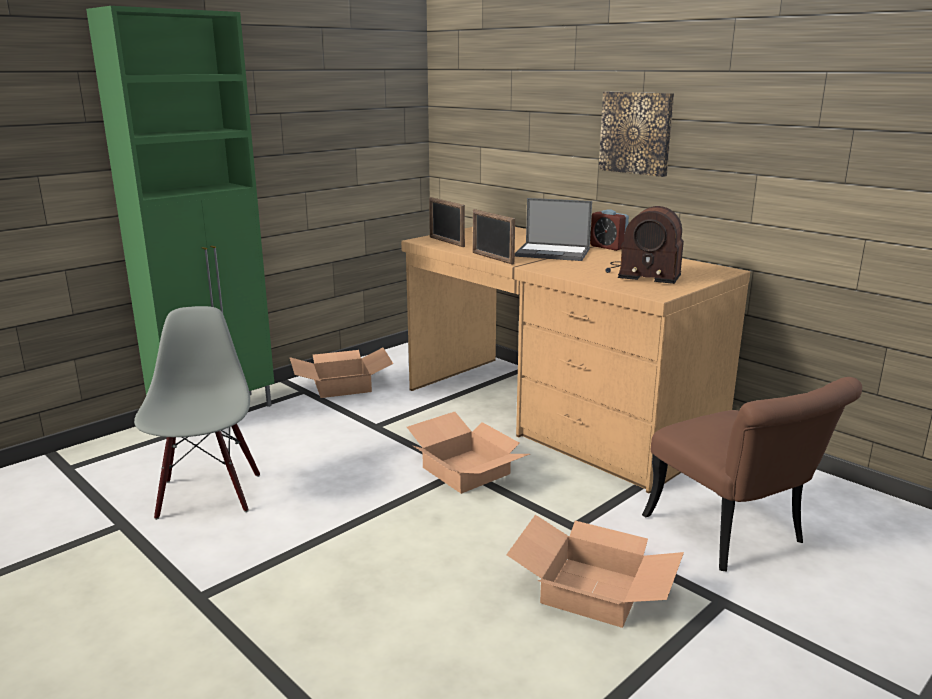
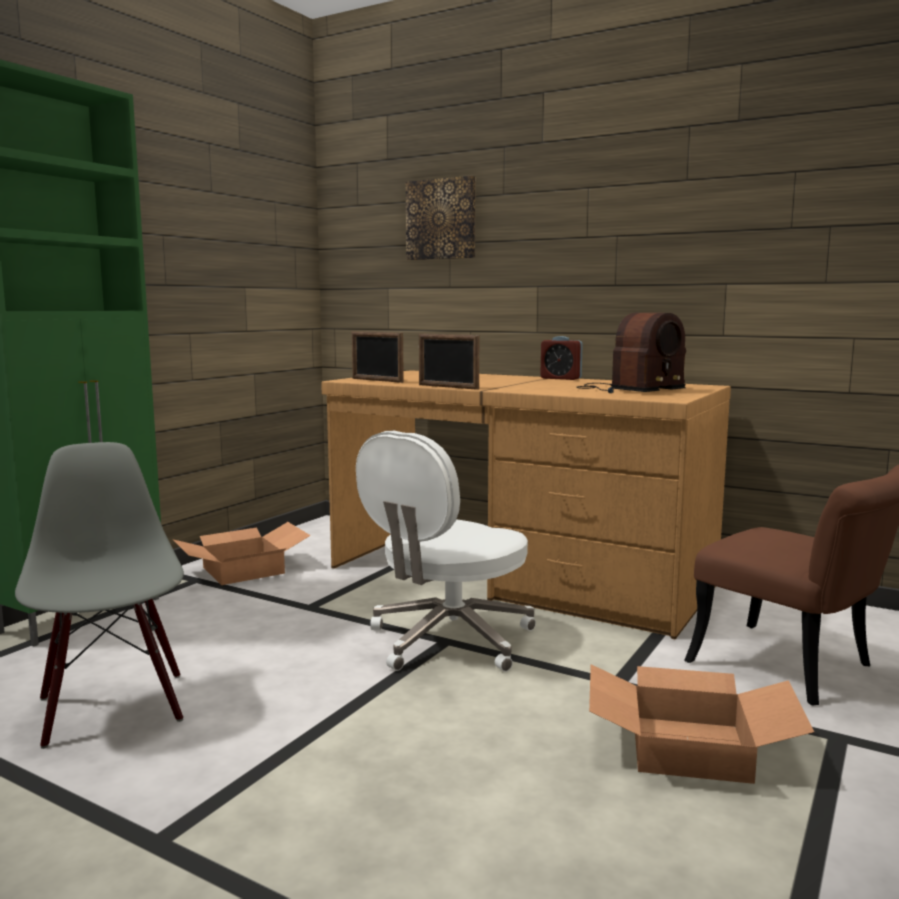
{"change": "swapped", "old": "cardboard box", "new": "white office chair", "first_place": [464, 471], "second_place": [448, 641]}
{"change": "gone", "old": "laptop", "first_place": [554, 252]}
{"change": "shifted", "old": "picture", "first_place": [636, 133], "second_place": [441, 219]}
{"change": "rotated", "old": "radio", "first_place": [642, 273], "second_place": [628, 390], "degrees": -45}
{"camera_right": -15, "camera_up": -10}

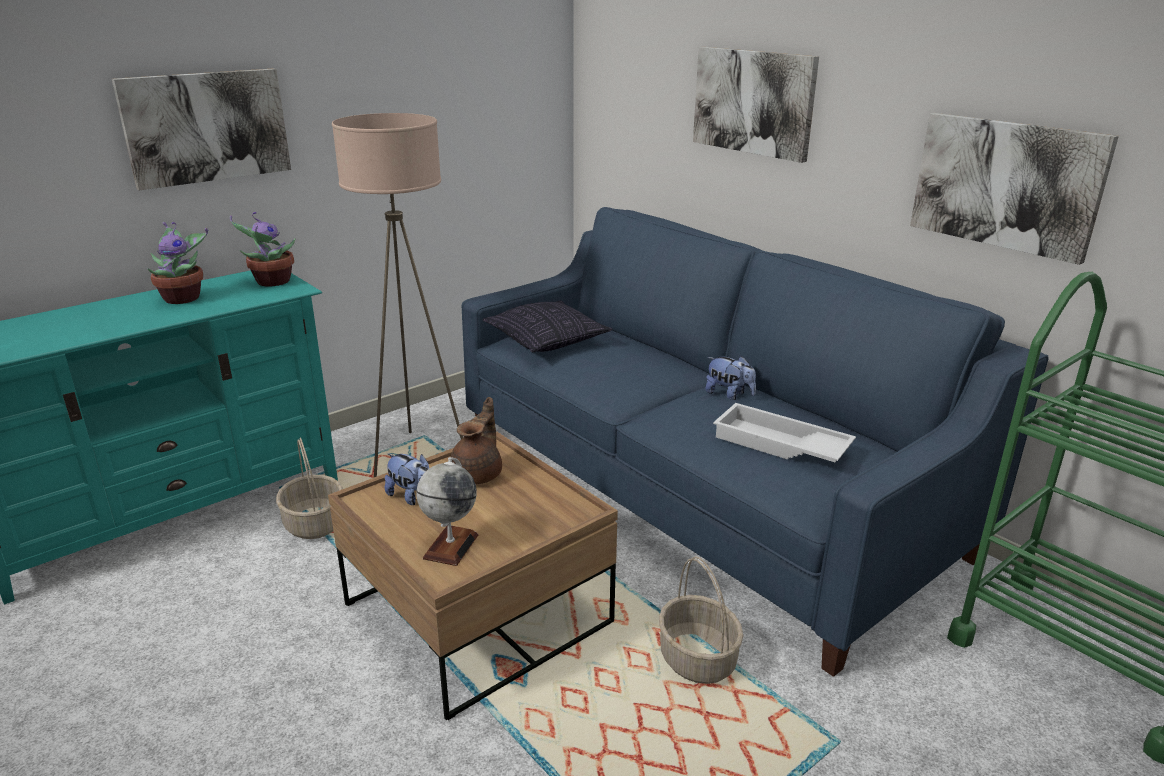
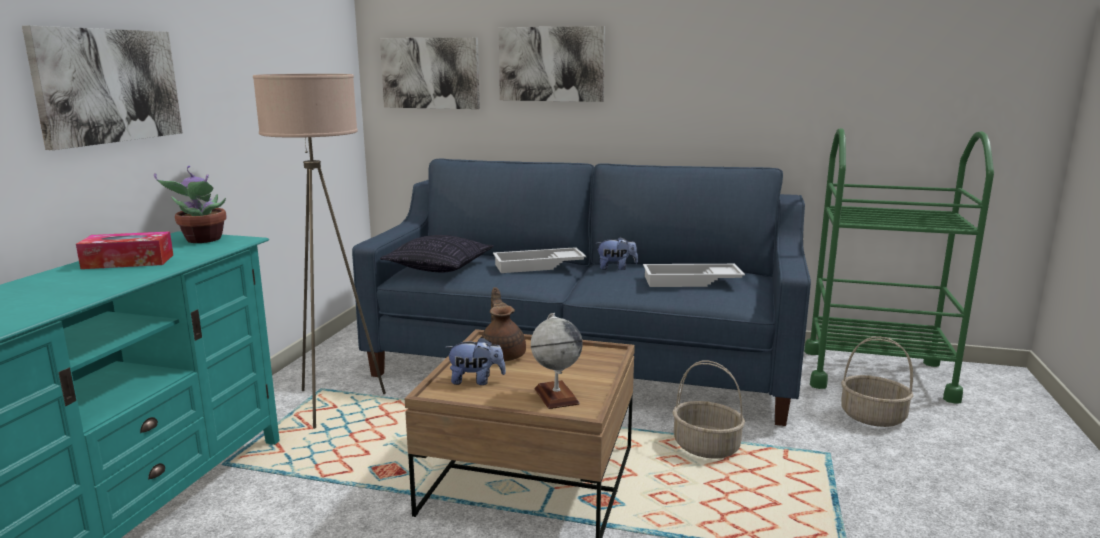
{"change": "swapped", "old": "potted plant", "new": "tissue box", "first_place": [184, 298], "second_place": [128, 262]}
{"change": "shifted", "old": "basket", "first_place": [315, 524], "second_place": [873, 417]}
{"change": "shifted", "old": "picture", "first_place": [1006, 184], "second_place": [430, 73]}
{"change": "new", "new": "white tray", "second_place": [538, 266]}
{"camera_right": -35, "camera_up": -10}

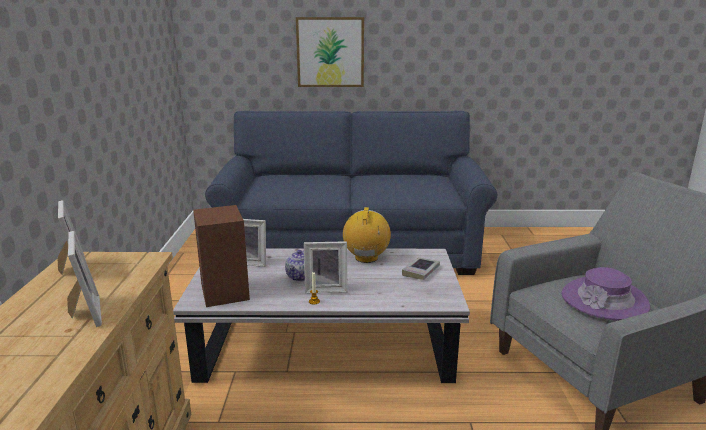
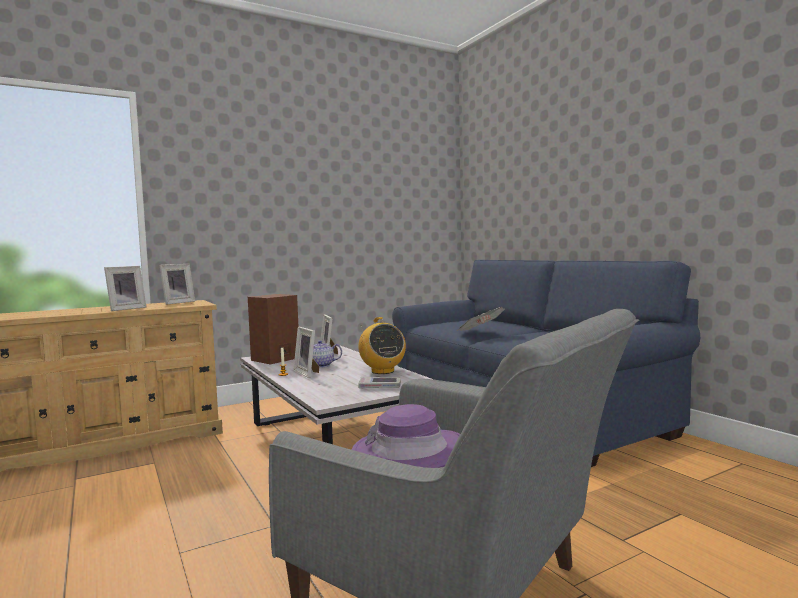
{"change": "gone", "old": "picture", "first_place": [330, 52]}
{"change": "rotated", "old": "radio", "first_place": [366, 258], "second_place": [382, 371], "degrees": 90}
{"change": "new", "new": "newspaper", "second_place": [480, 333]}
{"camera_right": 60, "camera_up": -15}

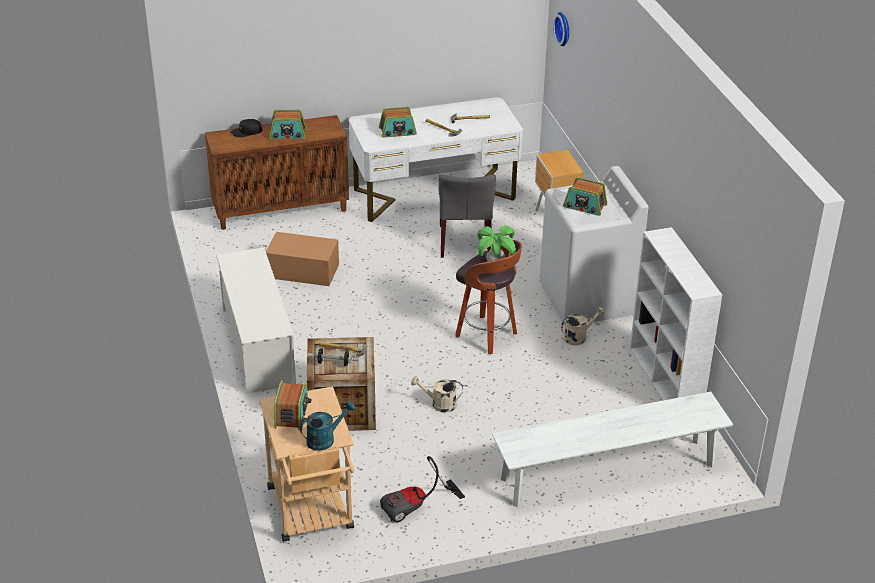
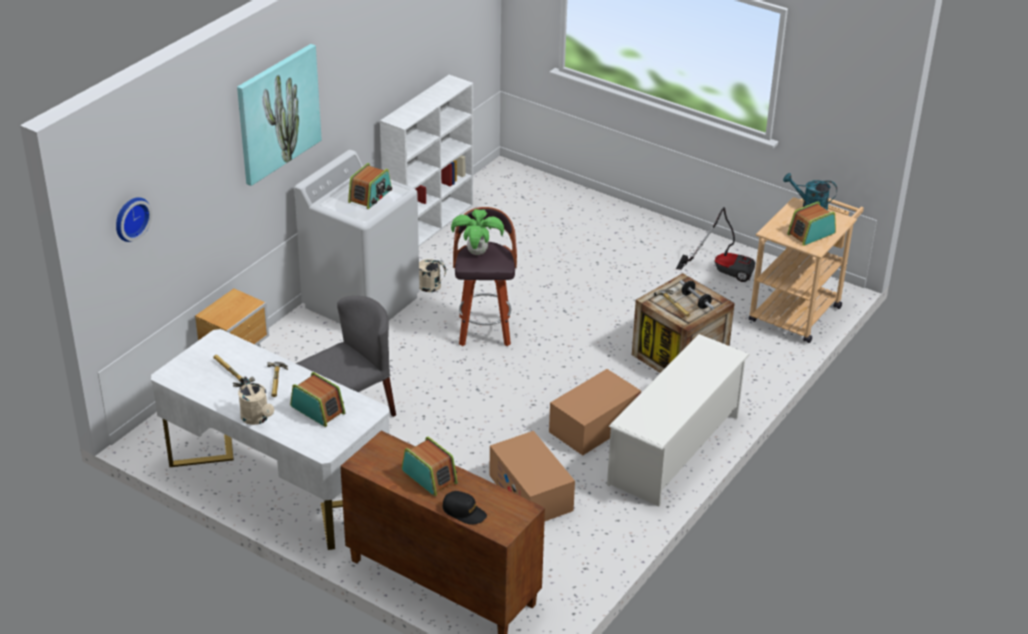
{"change": "shifted", "old": "beige watering can", "first_place": [439, 404], "second_place": [257, 418]}
{"change": "gone", "old": "white bench", "first_place": [608, 472]}
{"change": "rotated", "old": "radio", "first_place": [584, 206], "second_place": [370, 196], "degrees": 45}
{"change": "new", "new": "picture", "second_place": [277, 113]}
{"change": "new", "new": "cardboard box", "second_place": [594, 426]}
{"camera_right": -130, "camera_up": 0}

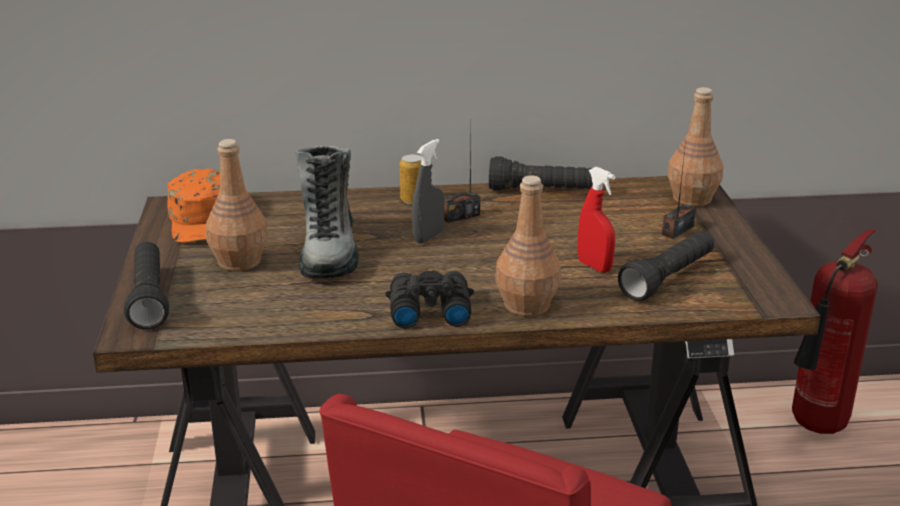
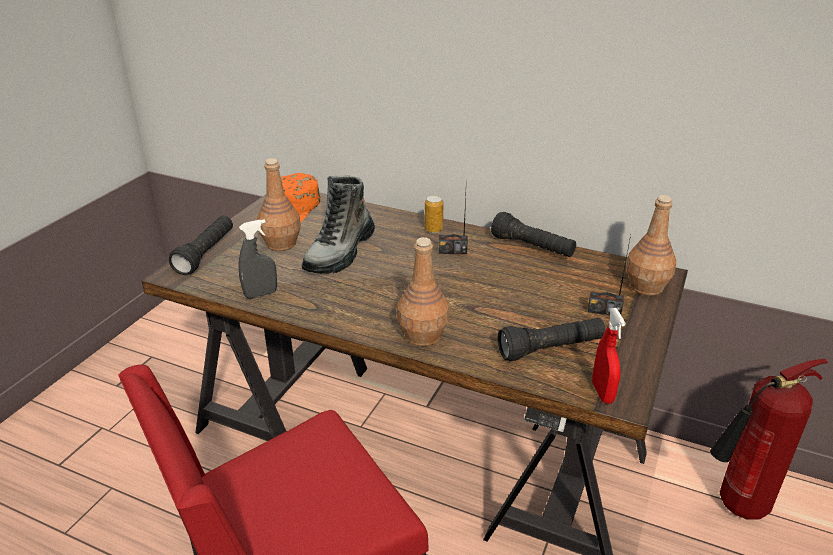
{"change": "gone", "old": "black binoculars", "first_place": [428, 310]}
{"change": "shifted", "old": "grey spray bottle", "first_place": [428, 237], "second_place": [261, 294]}
{"change": "shifted", "old": "red spray bottle", "first_place": [594, 266], "second_place": [602, 393]}
{"change": "rotated", "old": "radio", "first_place": [678, 231], "second_place": [604, 311], "degrees": -150}
{"camera_right": 30, "camera_up": 5}

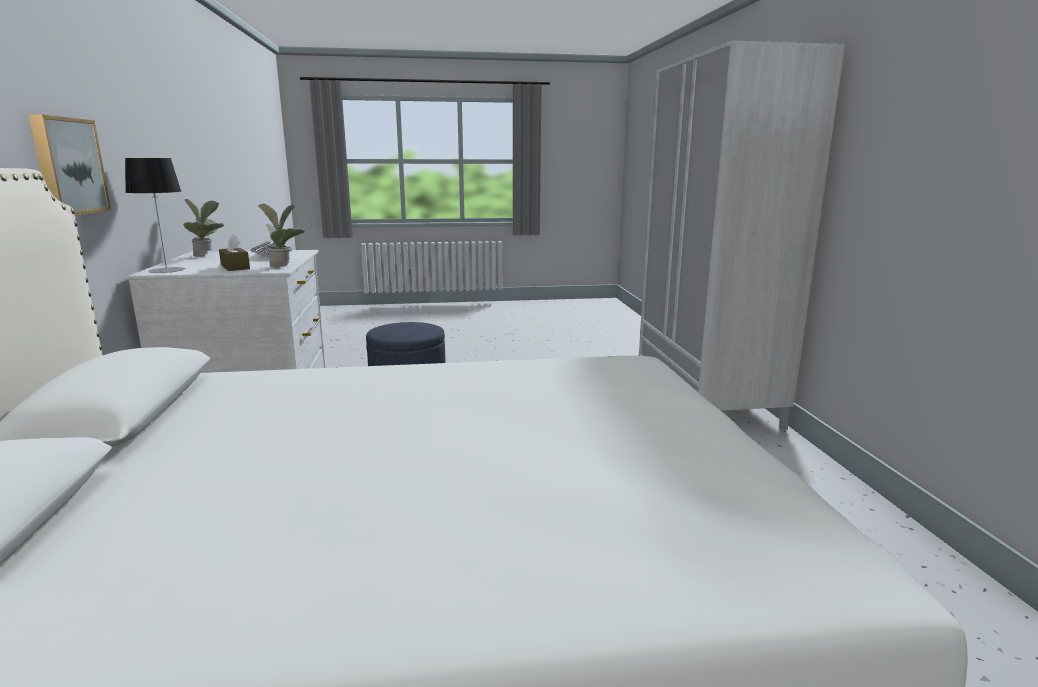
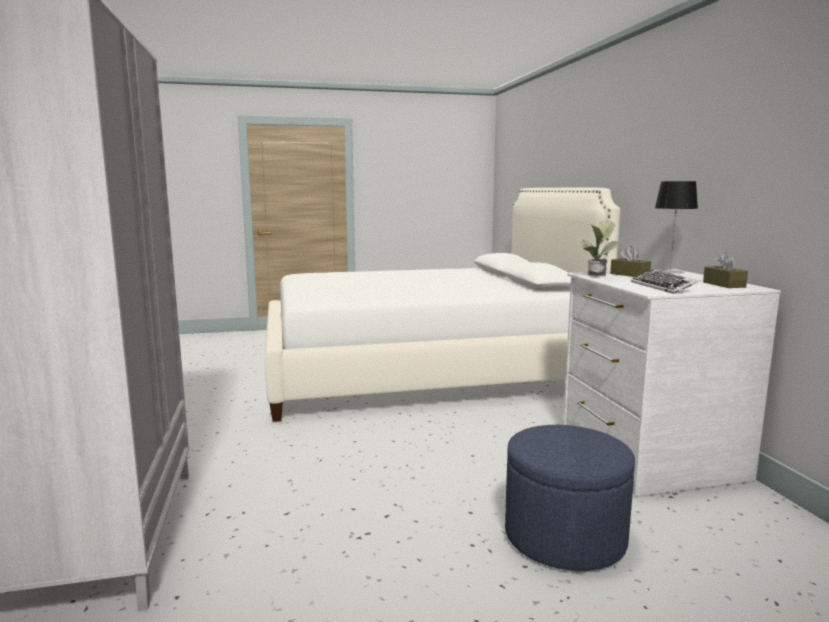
{"change": "gone", "old": "picture", "first_place": [67, 166]}
{"change": "swapped", "old": "potted plant", "new": "brown tissue box", "first_place": [208, 255], "second_place": [724, 284]}
{"camera_right": 175, "camera_up": -5}

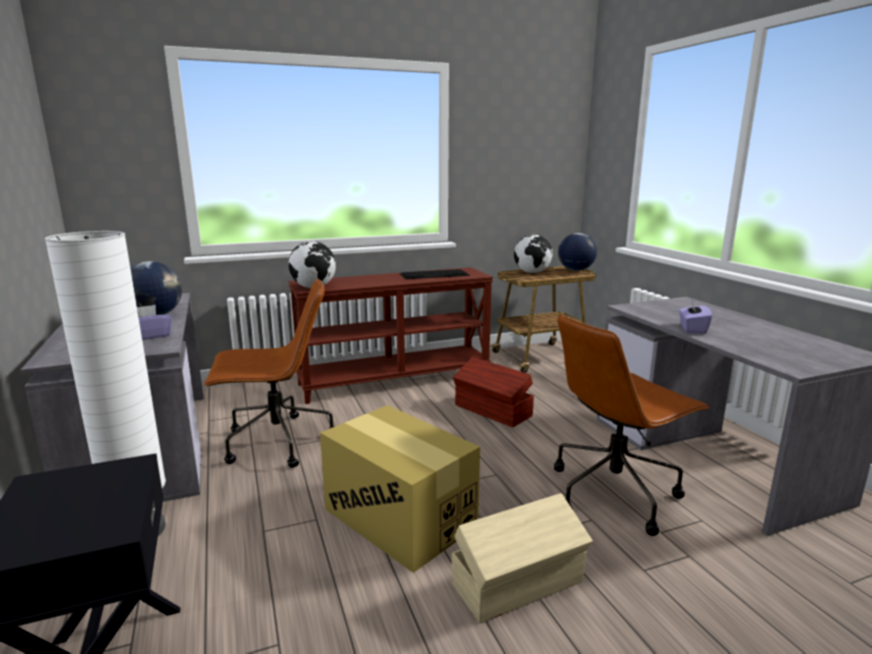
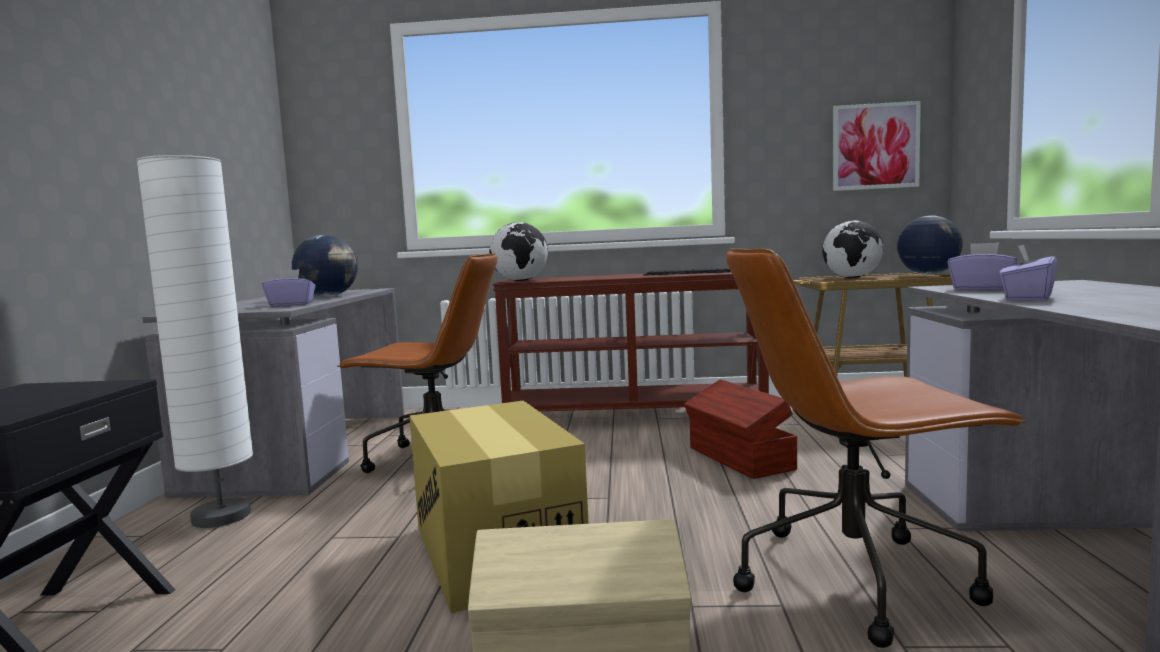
{"change": "new", "new": "picture", "second_place": [875, 146]}
{"change": "new", "new": "purple tissue box", "second_place": [982, 288]}
{"camera_right": 25, "camera_up": -10}

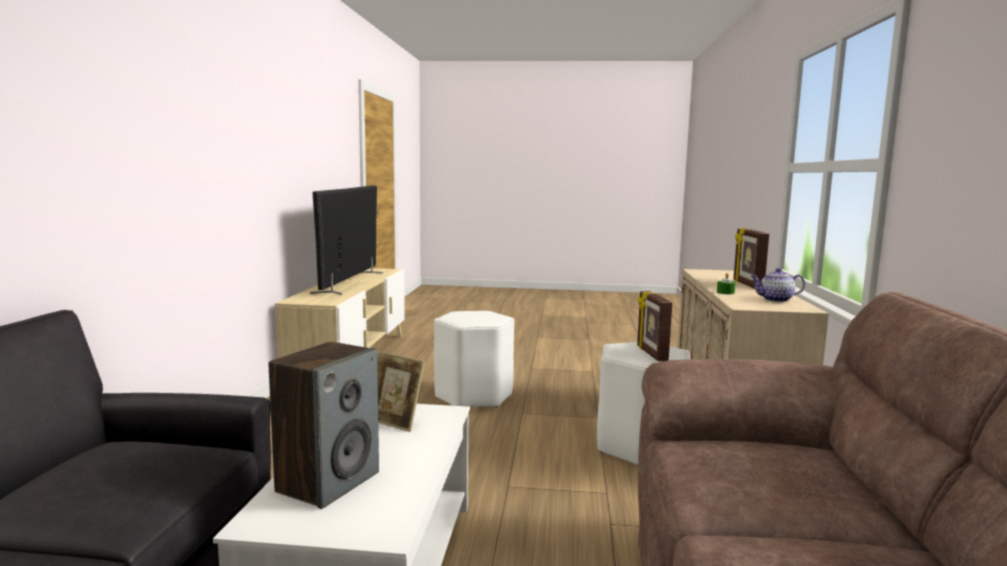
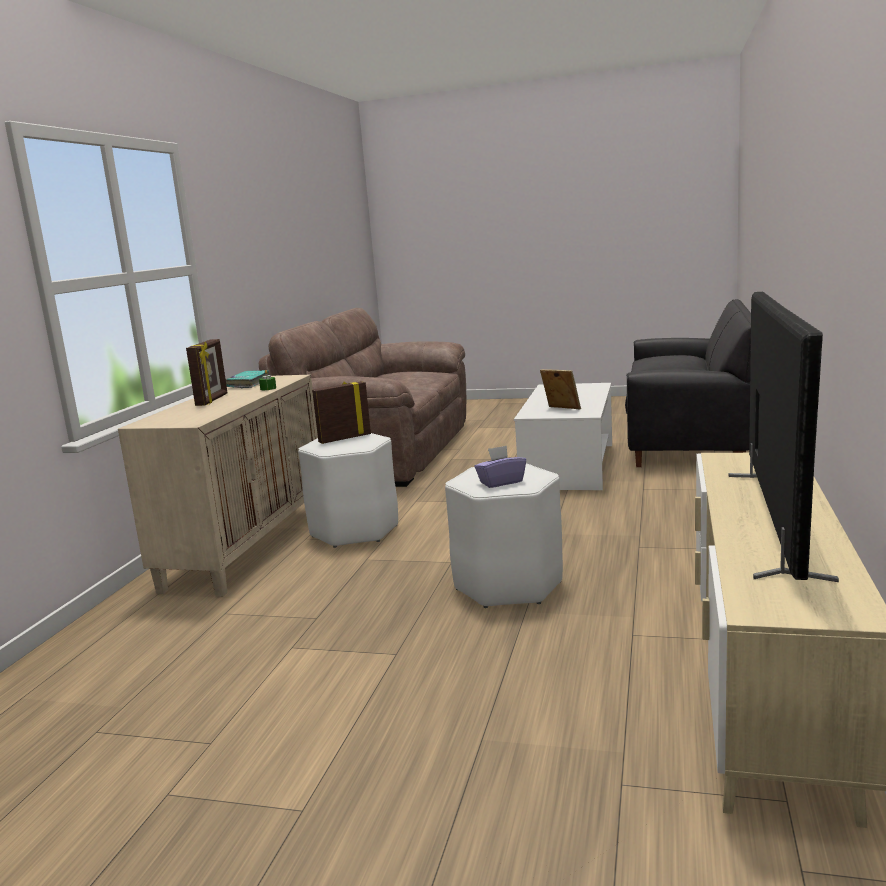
{"change": "gone", "old": "speaker", "first_place": [328, 482]}
{"change": "rotated", "old": "picture frame", "first_place": [651, 354], "second_place": [344, 438], "degrees": -120}
{"change": "swapped", "old": "teapot", "new": "turquoise book", "first_place": [775, 300], "second_place": [248, 384]}
{"change": "new", "new": "purple tissue box", "second_place": [501, 482]}
{"camera_right": -170, "camera_up": 5}

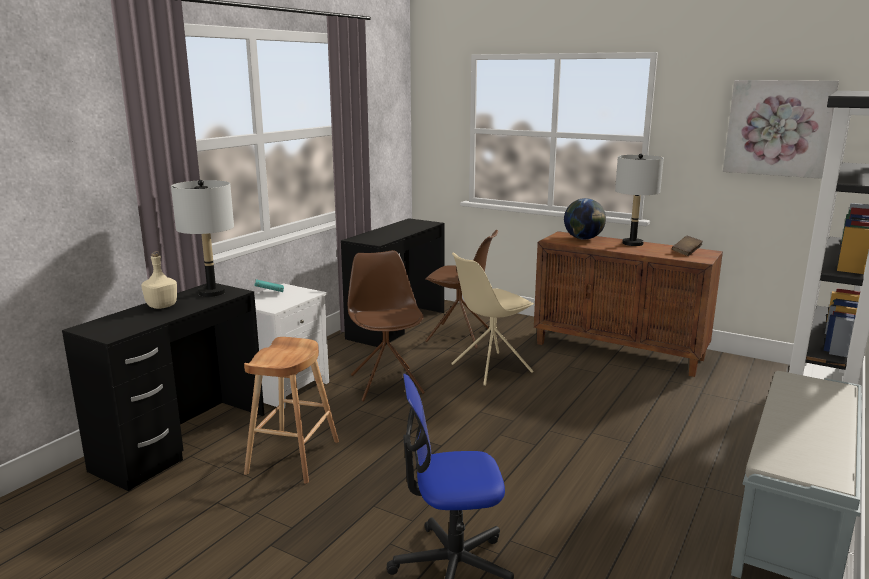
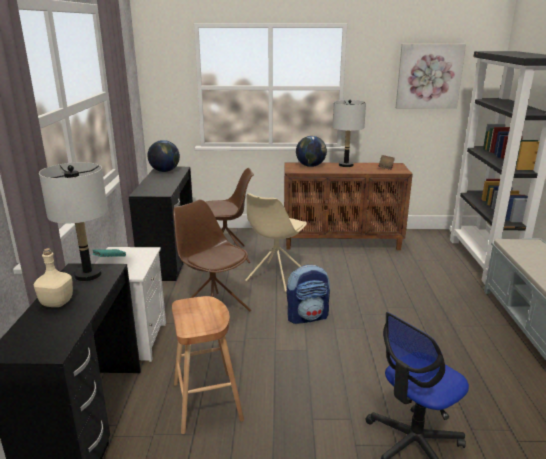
{"change": "new", "new": "globe", "second_place": [165, 171]}
{"change": "new", "new": "backpack", "second_place": [307, 317]}
{"camera_right": -30, "camera_up": 5}

